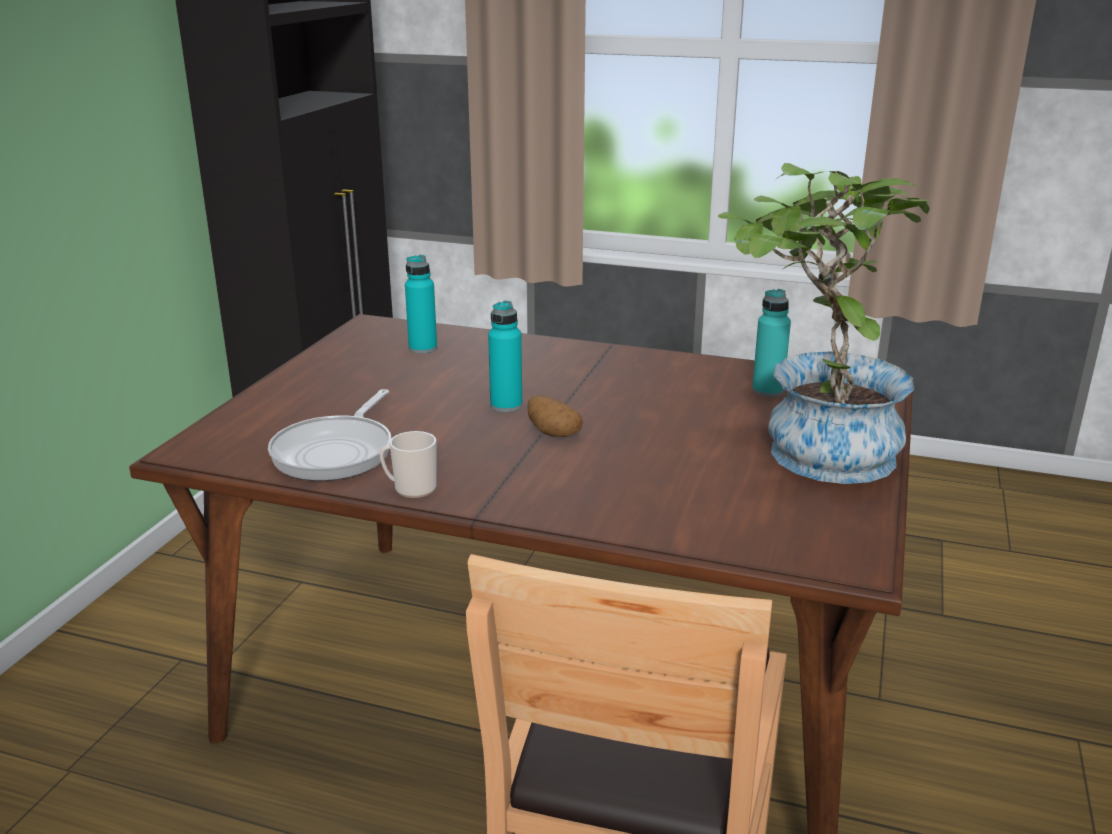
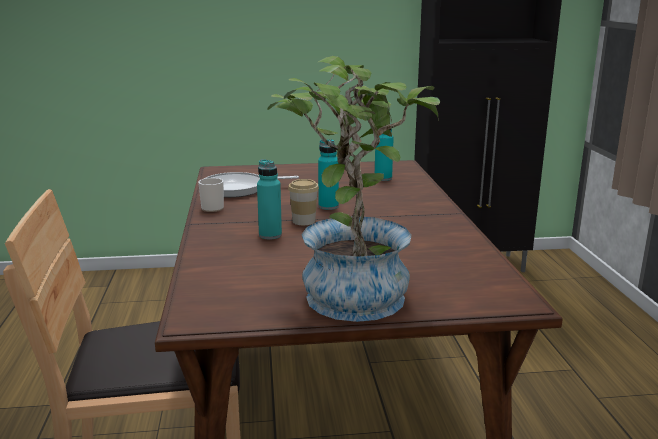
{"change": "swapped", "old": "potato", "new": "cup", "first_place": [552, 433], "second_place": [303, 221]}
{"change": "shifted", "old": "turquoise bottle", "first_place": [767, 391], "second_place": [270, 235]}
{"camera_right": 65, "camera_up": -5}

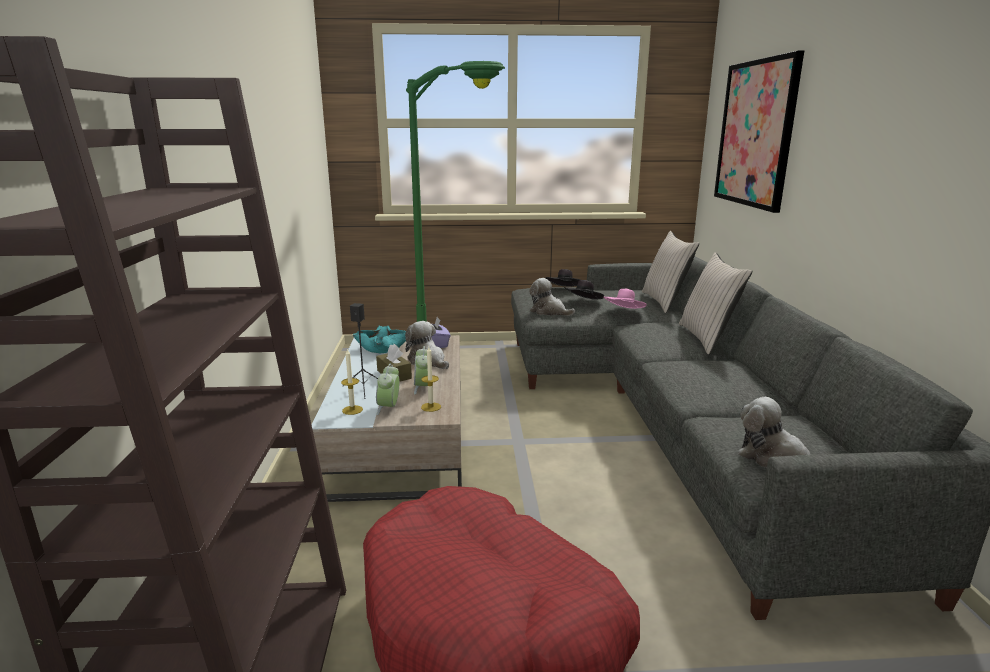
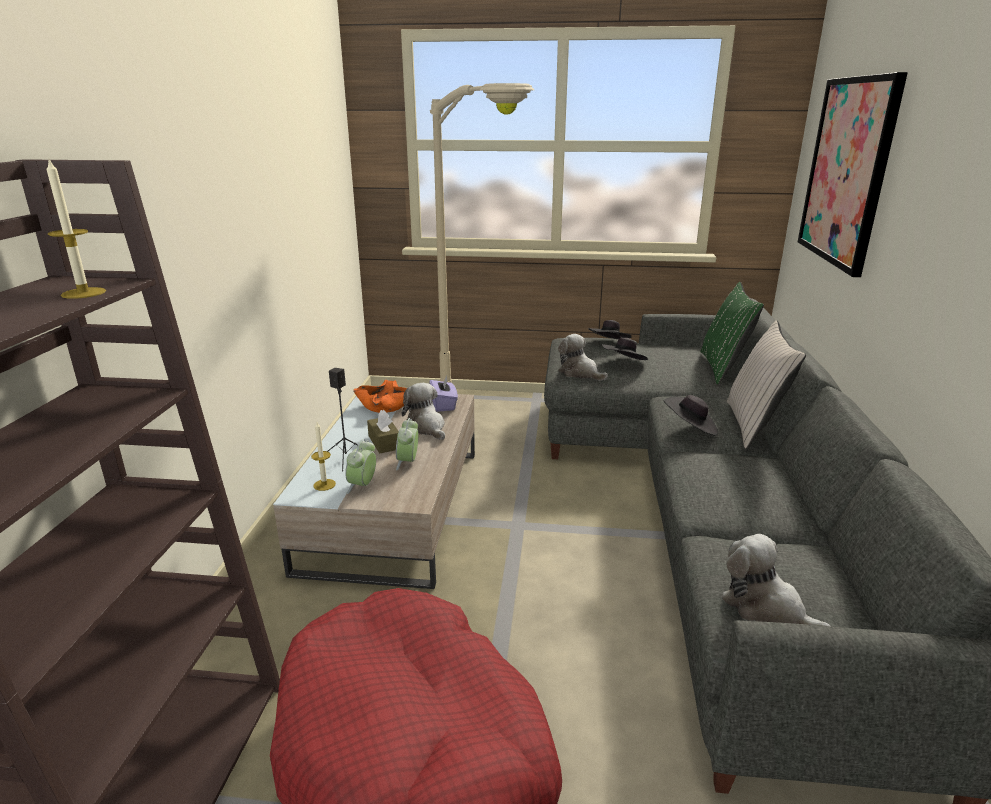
{"change": "repainted", "old": "turquoise bowl", "new": "orange bowl", "first_place": [382, 347], "second_place": [385, 405]}
{"change": "repainted", "old": "green floor lamp", "new": "beige floor lamp", "first_place": [465, 374], "second_place": [486, 434]}
{"change": "shifted", "old": "candle", "first_place": [431, 407], "second_place": [83, 293]}
{"change": "gone", "old": "pink hat", "first_place": [624, 313]}
{"change": "repainted", "old": "beige pillow", "new": "green pillow", "first_place": [665, 302], "second_place": [723, 368]}
{"change": "new", "new": "black hat", "second_place": [690, 428]}
{"camera_right": 10, "camera_up": 5}

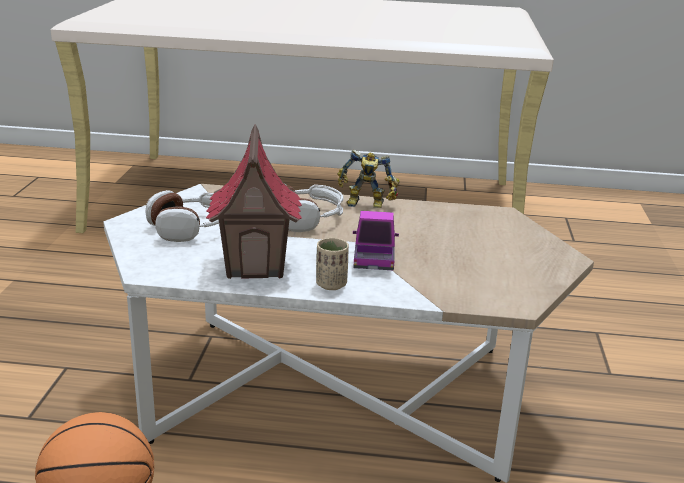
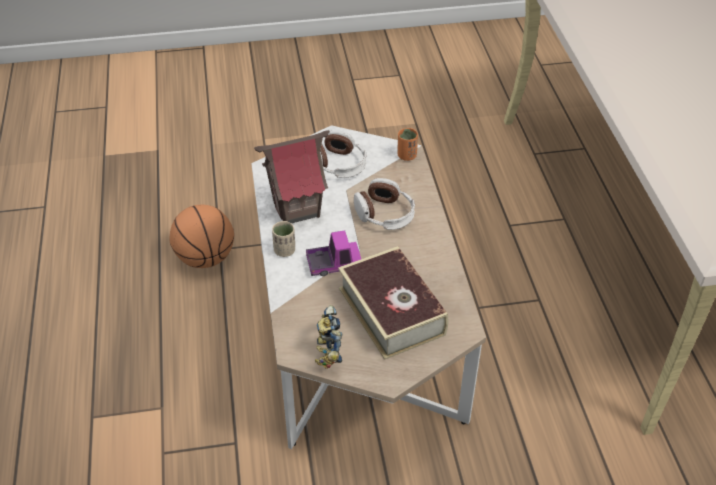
{"change": "shifted", "old": "toy robot", "first_place": [366, 205], "second_place": [326, 352]}
{"change": "new", "new": "book", "second_place": [391, 311]}
{"change": "new", "new": "orange cup", "second_place": [406, 156]}
{"camera_right": 75, "camera_up": 20}

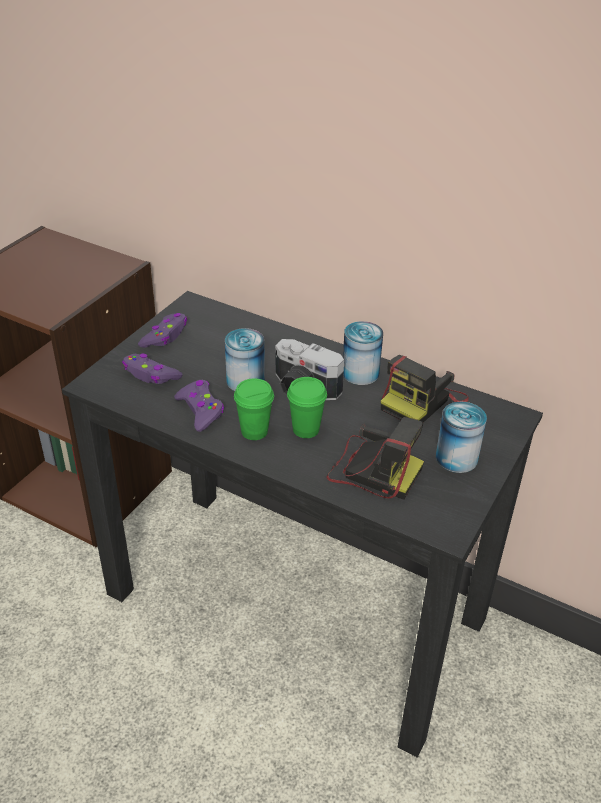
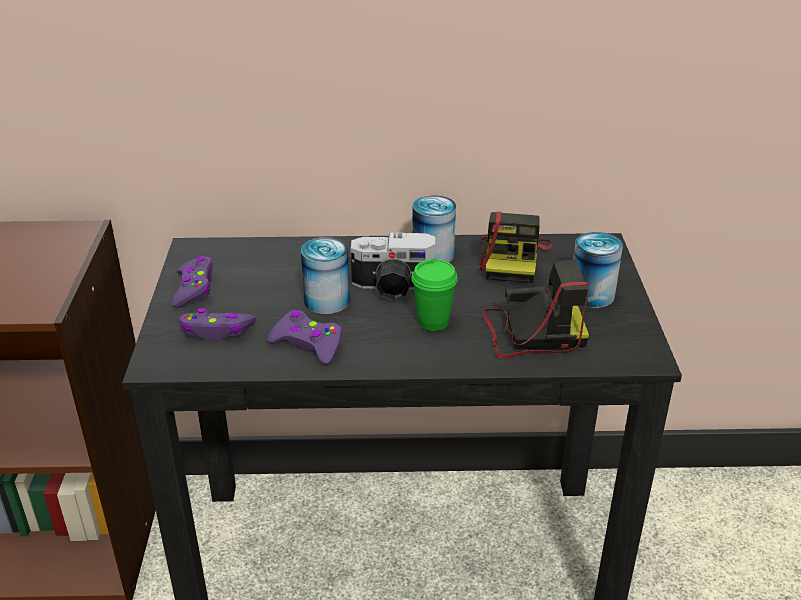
{"change": "gone", "old": "green cup", "first_place": [254, 431]}
{"camera_right": -30, "camera_up": -5}

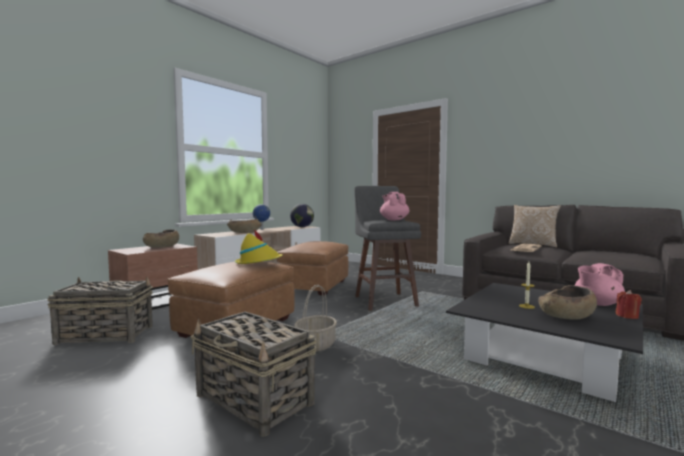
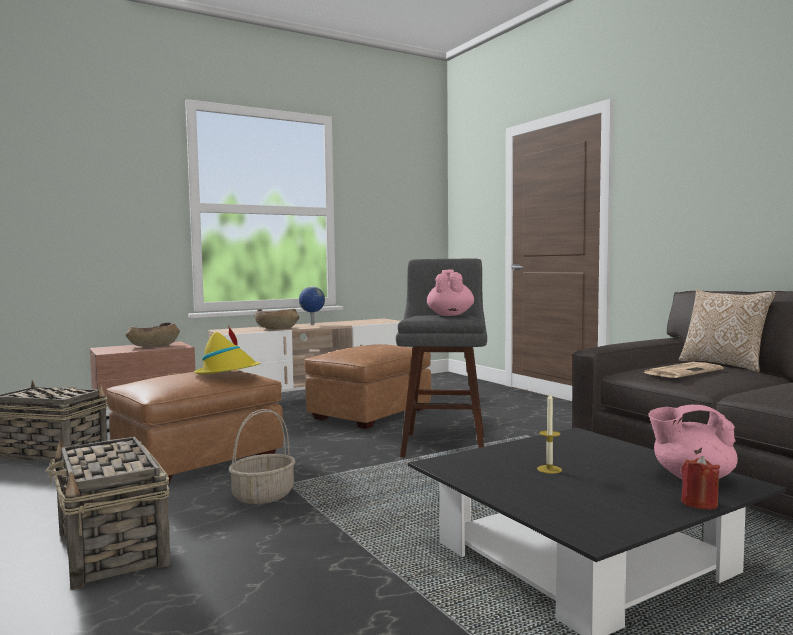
{"change": "gone", "old": "globe", "first_place": [302, 227]}
{"change": "gone", "old": "brown bowl", "first_place": [567, 316]}
{"camera_right": 20, "camera_up": 0}

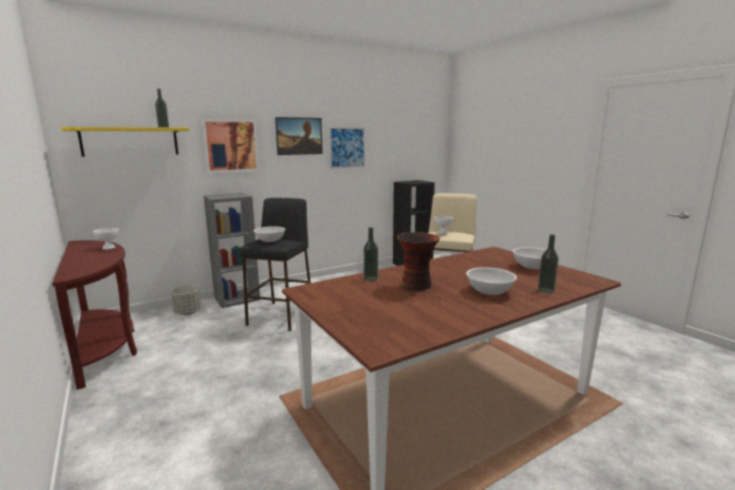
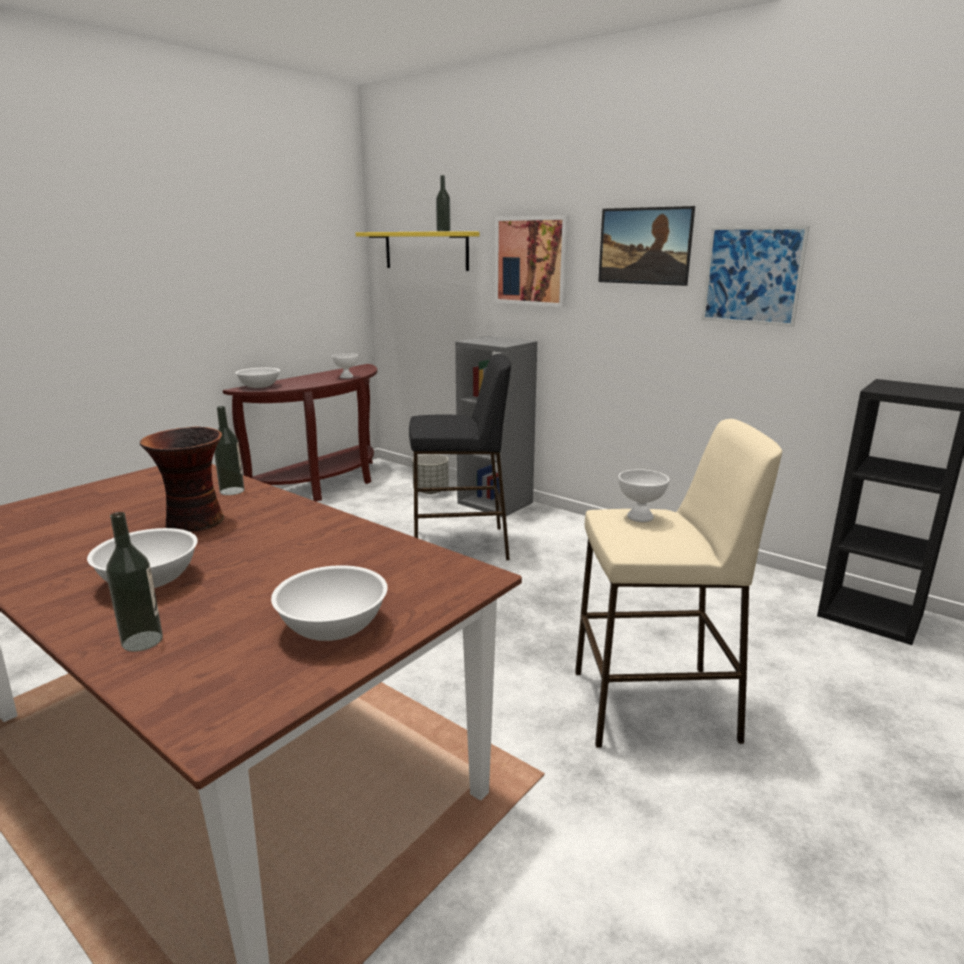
{"change": "shifted", "old": "white bowl", "first_place": [270, 240], "second_place": [259, 386]}
{"camera_right": 70, "camera_up": 5}

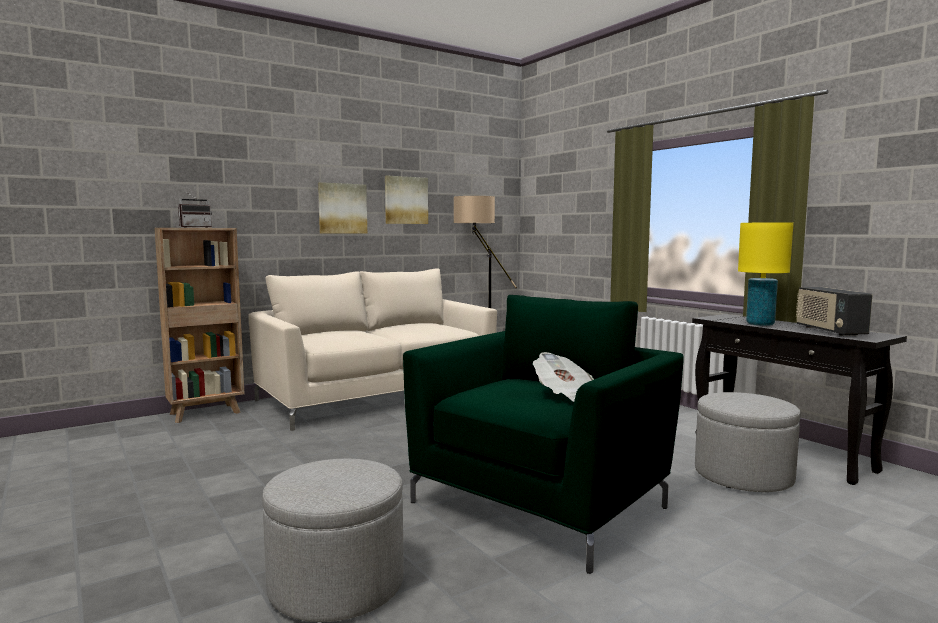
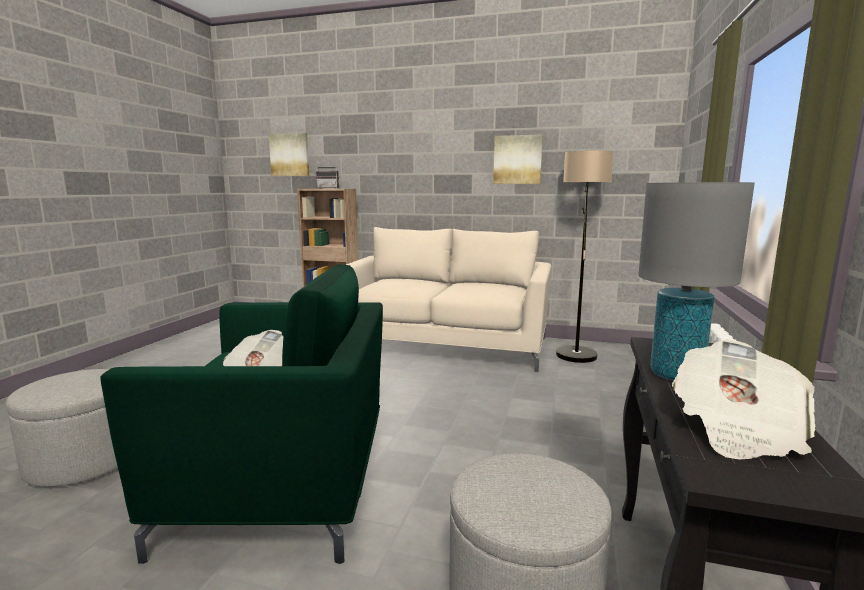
{"change": "shifted", "old": "picture", "first_place": [342, 208], "second_place": [290, 154]}
{"change": "repainted", "old": "yellow table lamp", "new": "grey table lamp", "first_place": [760, 324], "second_place": [676, 375]}
{"change": "swapped", "old": "radio", "new": "newspaper", "first_place": [829, 331], "second_place": [736, 430]}
{"camera_right": 50, "camera_up": 5}

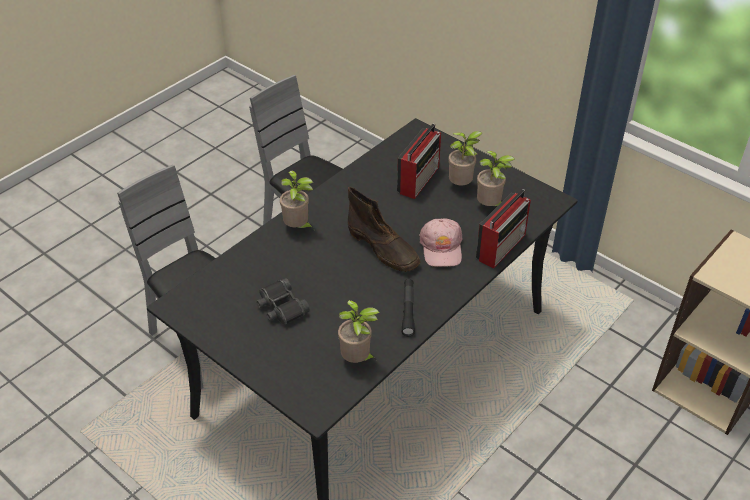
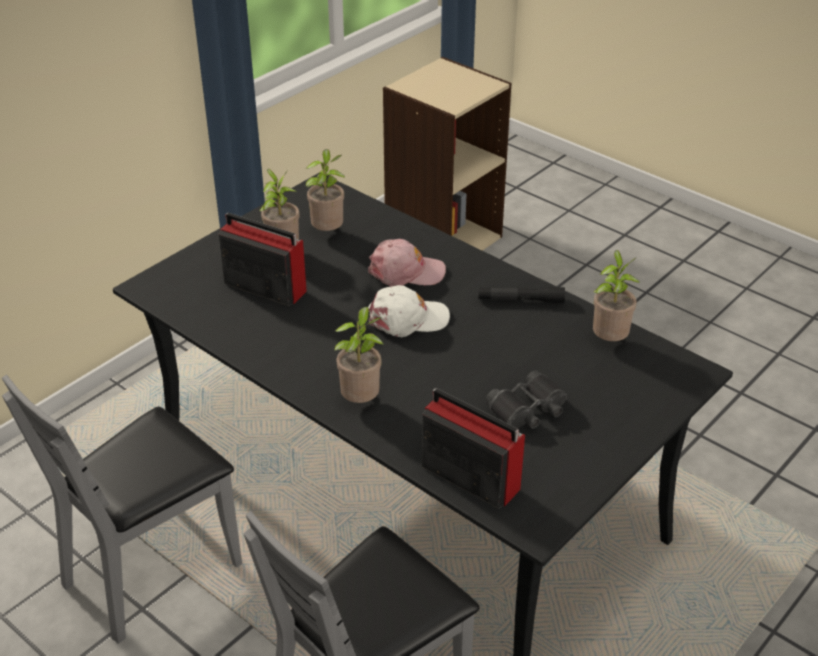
{"change": "swapped", "old": "brown boot", "new": "white cap", "first_place": [383, 248], "second_place": [408, 319]}
{"change": "shifted", "old": "radio", "first_place": [502, 246], "second_place": [468, 476]}
{"camera_right": -90, "camera_up": -5}

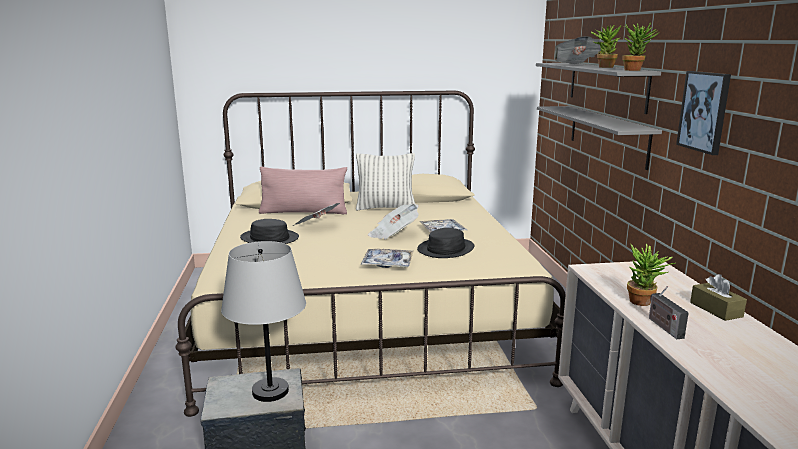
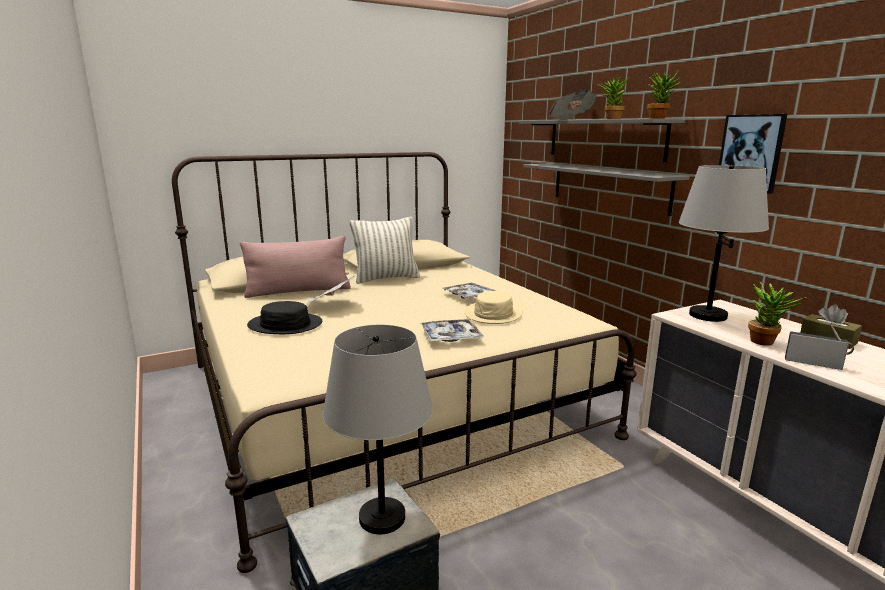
{"change": "gone", "old": "newspaper", "first_place": [393, 234]}
{"change": "repainted", "old": "black hat", "new": "beige hat", "first_place": [446, 249], "second_place": [493, 314]}
{"change": "rotated", "old": "radio", "first_place": [663, 327], "second_place": [815, 363], "degrees": 150}
{"change": "new", "new": "grey table lamp", "second_place": [707, 315]}
{"camera_right": -20, "camera_up": 0}

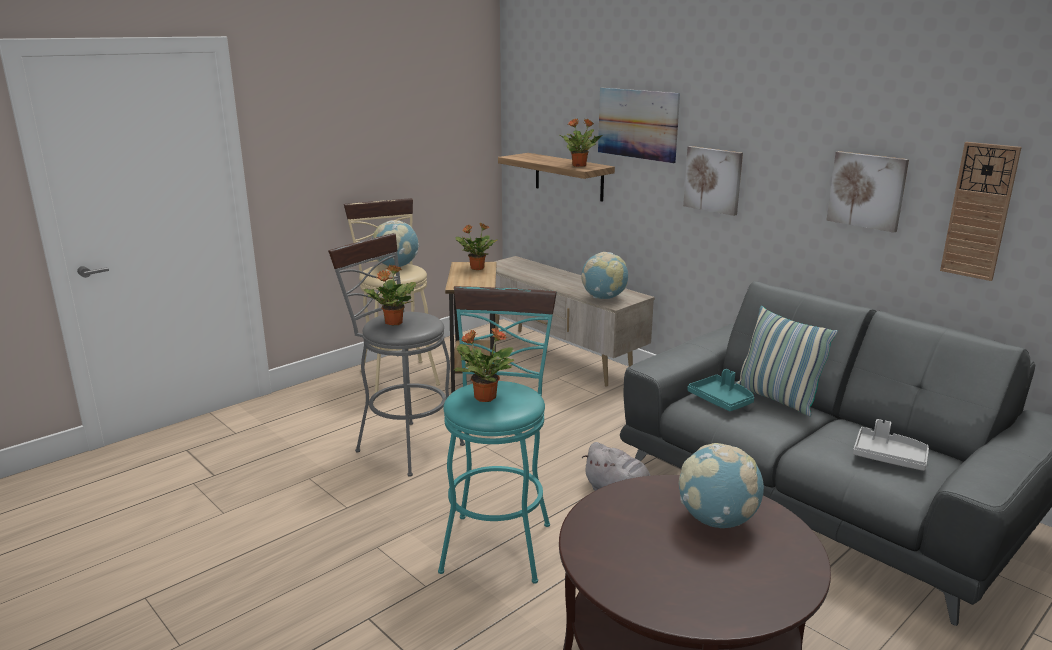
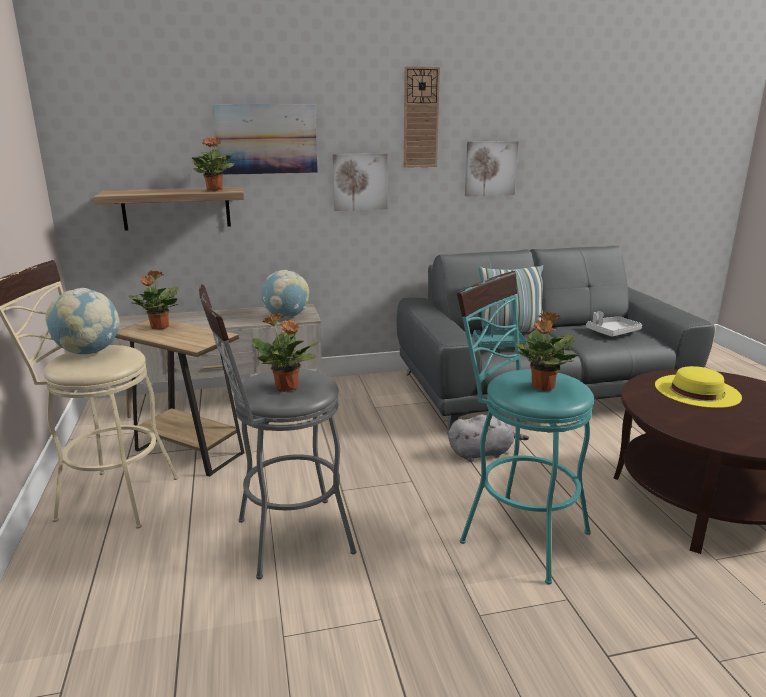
{"change": "swapped", "old": "globe", "new": "yellow hat", "first_place": [717, 521], "second_place": [697, 390]}
{"change": "shifted", "old": "wall clock", "first_place": [979, 211], "second_place": [421, 118]}
{"camera_right": -60, "camera_up": 0}

